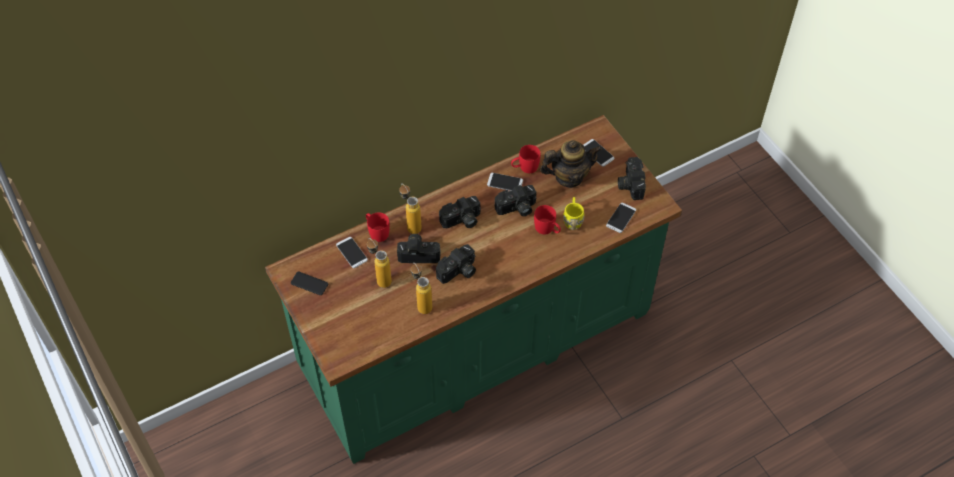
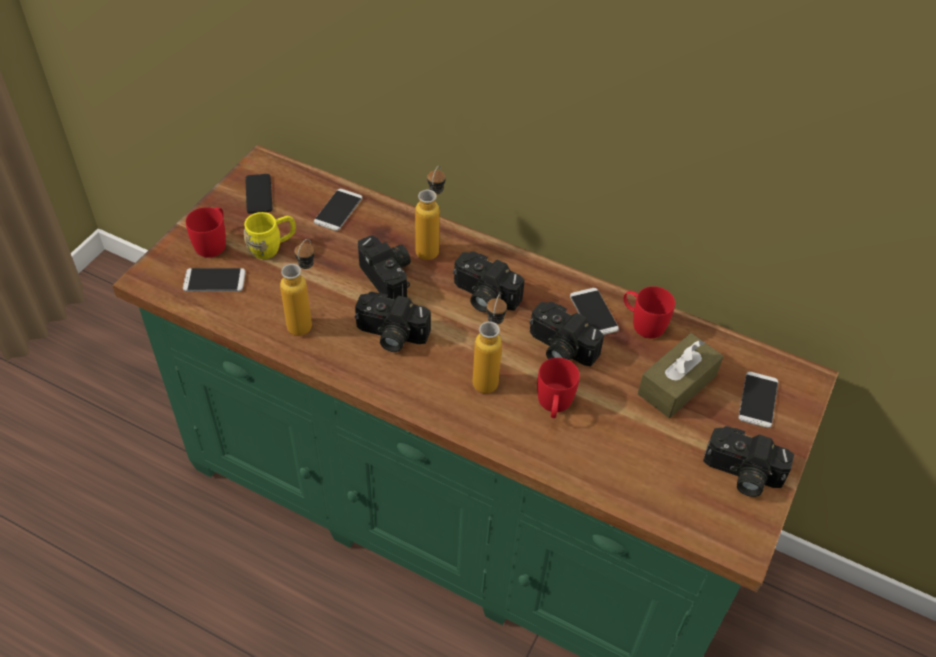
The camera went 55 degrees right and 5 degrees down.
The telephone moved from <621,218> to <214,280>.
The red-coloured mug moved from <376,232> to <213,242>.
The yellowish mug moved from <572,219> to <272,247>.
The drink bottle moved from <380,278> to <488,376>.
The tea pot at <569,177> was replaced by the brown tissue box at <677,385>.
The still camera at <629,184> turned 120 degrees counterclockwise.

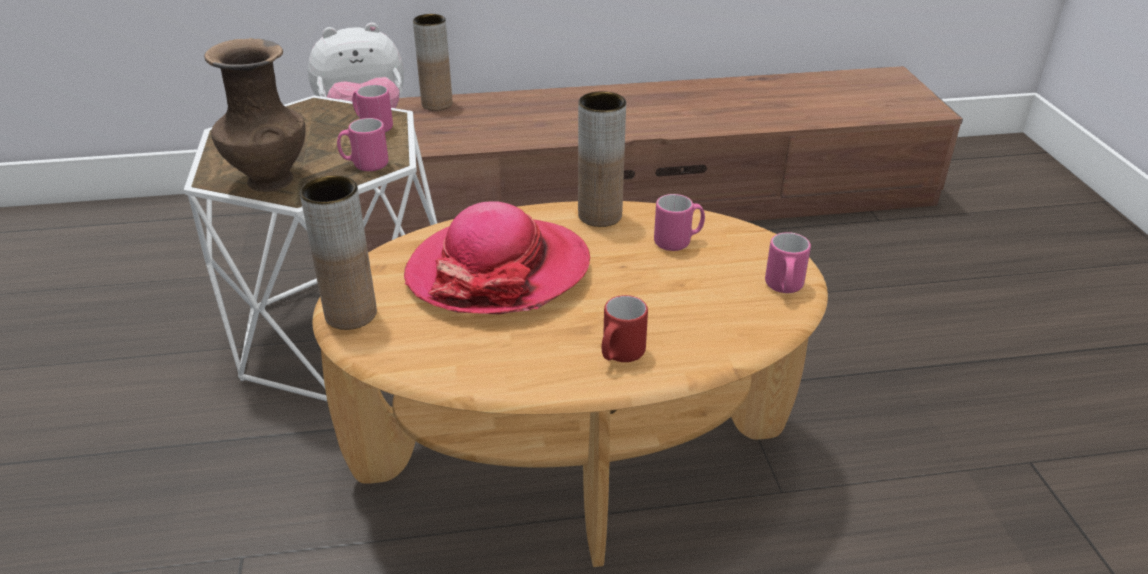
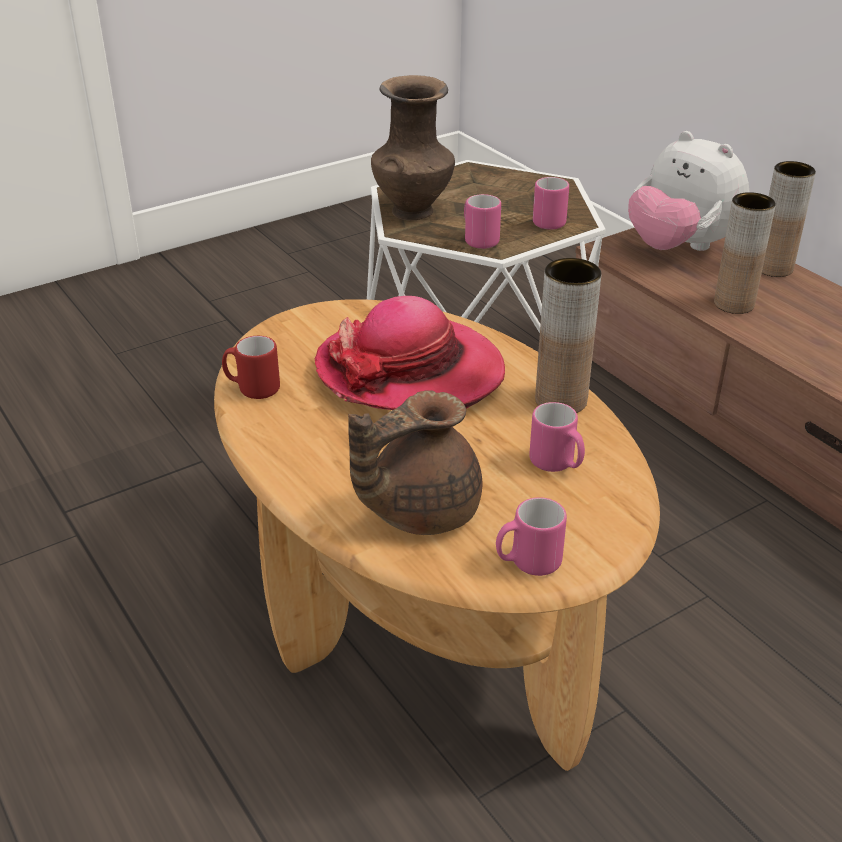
The camera went 65 degrees right and 0 degrees up.
The red-coloured mug moved from <619,355> to <252,389>.
The brown tea pot at <418,510> appeared.
The brown vase moved from <351,314> to <734,304>.

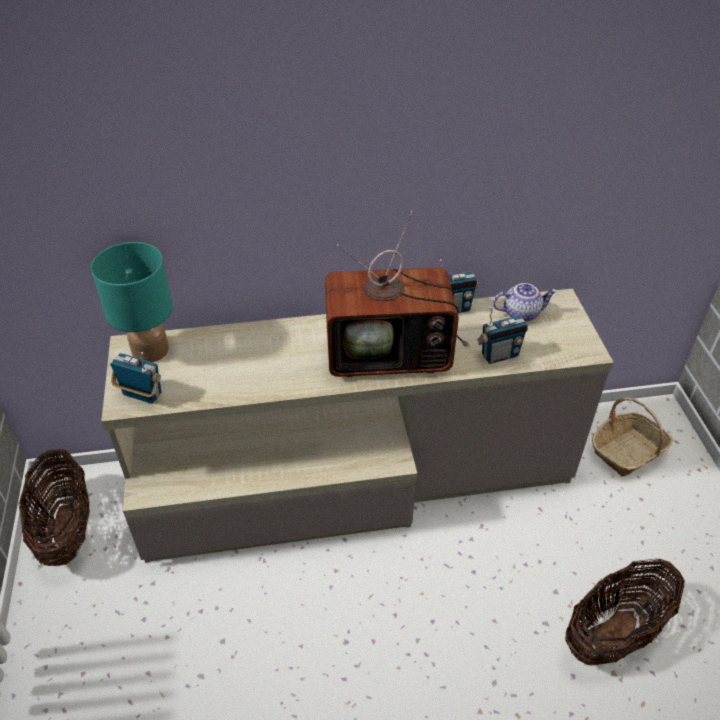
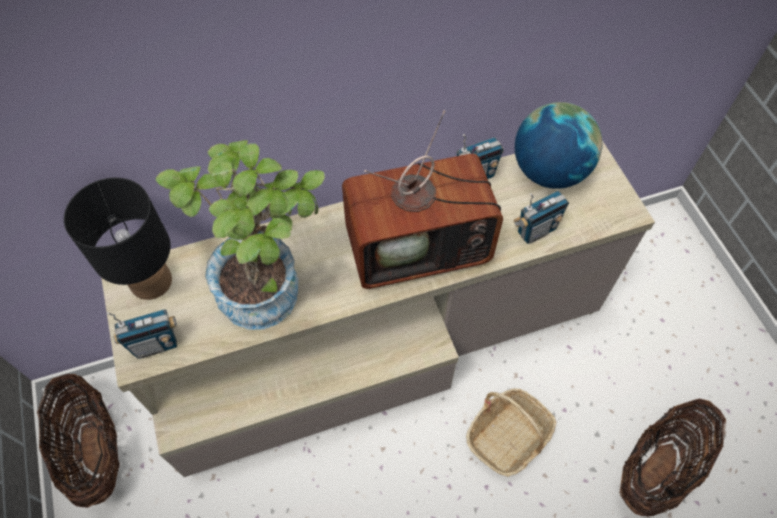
The camera went 10 degrees left and 15 degrees up.
The blue-green table lamp at <150,350> became the blackish table lamp at <151,282>.
The radio set at <142,395> turned 150 degrees clockwise.
The houseplant at <269,286> appeared.
The storage basket moved from <628,451> to <508,436>.
The tea pot at <521,313> was replaced by the world globe at <549,171>.

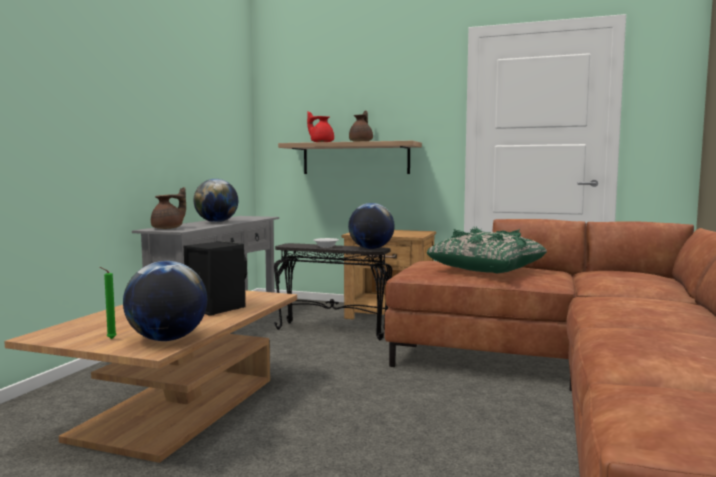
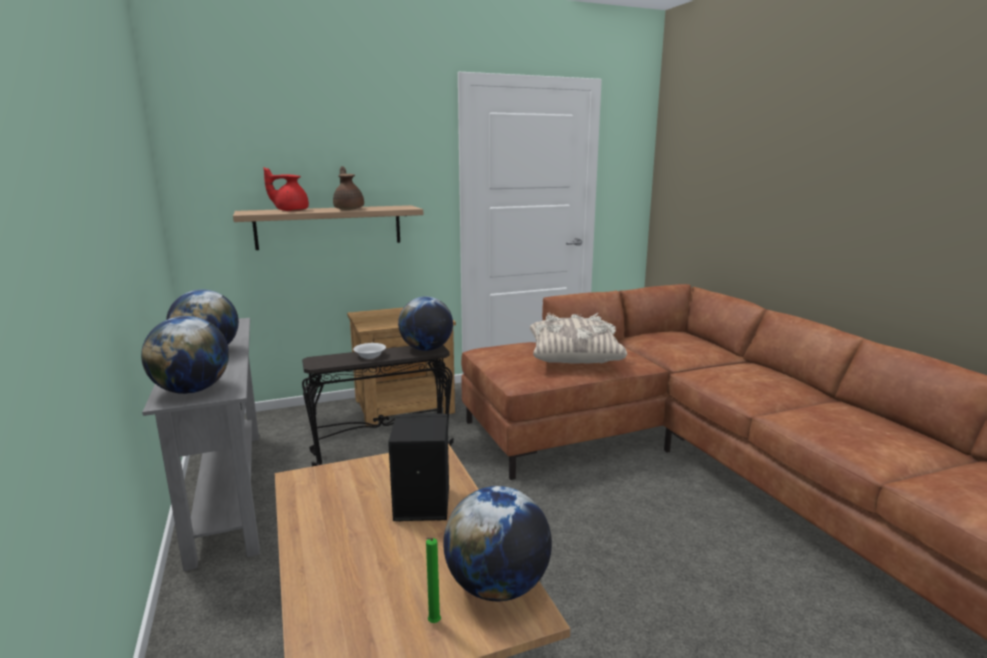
The camera went 40 degrees left and 10 degrees up.
The brown tea pot at <169,228> was replaced by the world globe at <192,390>.
The greenish throw pillow at <486,270> became the beige throw pillow at <574,358>.

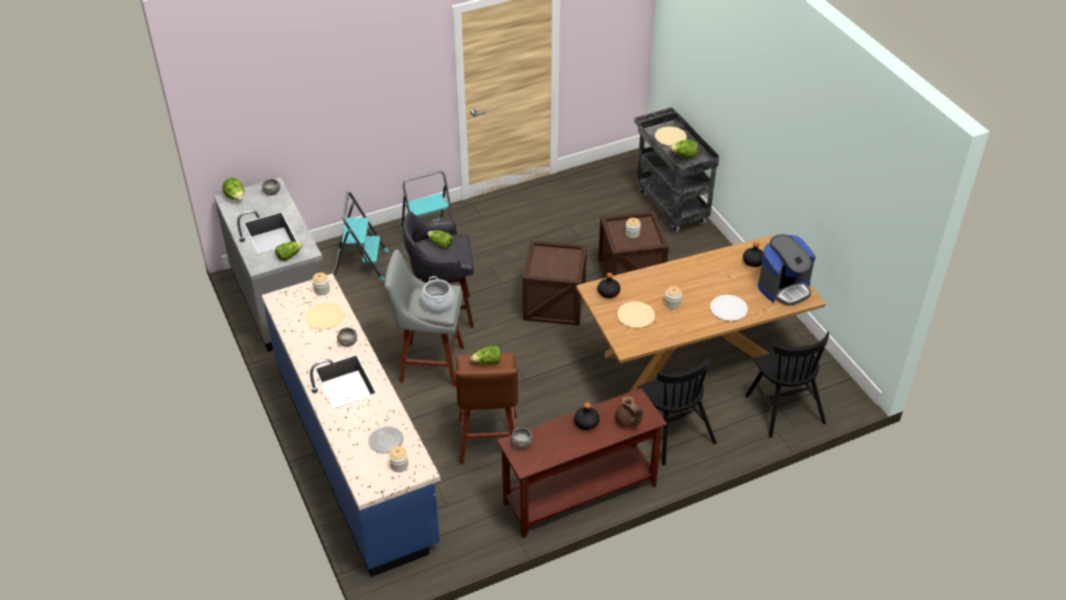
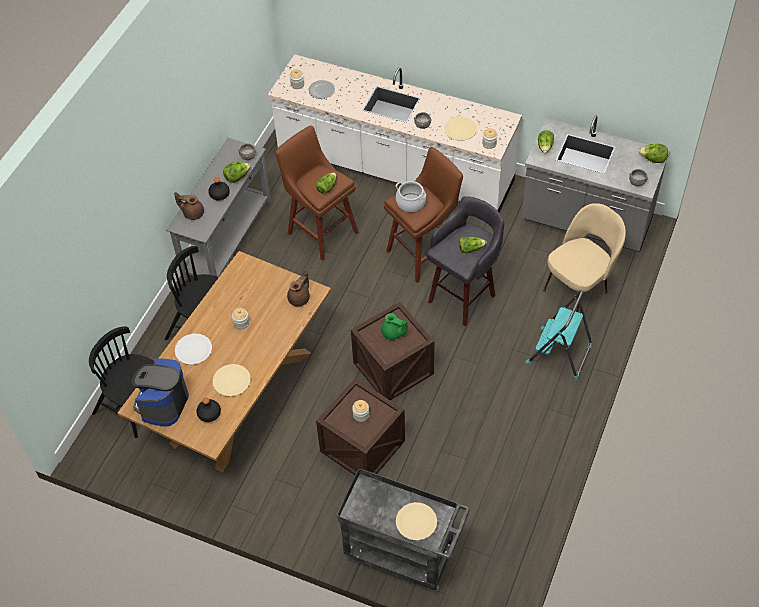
The camera went 140 degrees right and 10 degrees up.
The brown console table at <579,494> became the gray console table at <227,240>.
The beige flat dish moved from <635,316> to <231,381>.
The head of lettuce moved from <684,156> to <237,177>.
The blue kitchen base unit at <355,453> became the whitish kitchen base unit at <395,168>.
The blackish drink bottle at <608,292> was replaced by the brown tea pot at <300,298>.
The greenish tea pot at <393,333> appeared.
The gray stool at <430,363> became the brown stool at <423,253>.
The blue-green stepladder at <358,264> was replaced by the beige upright chair at <579,289>.

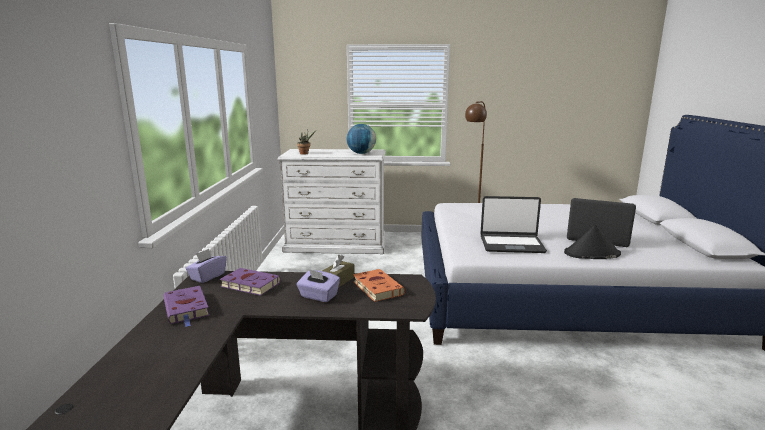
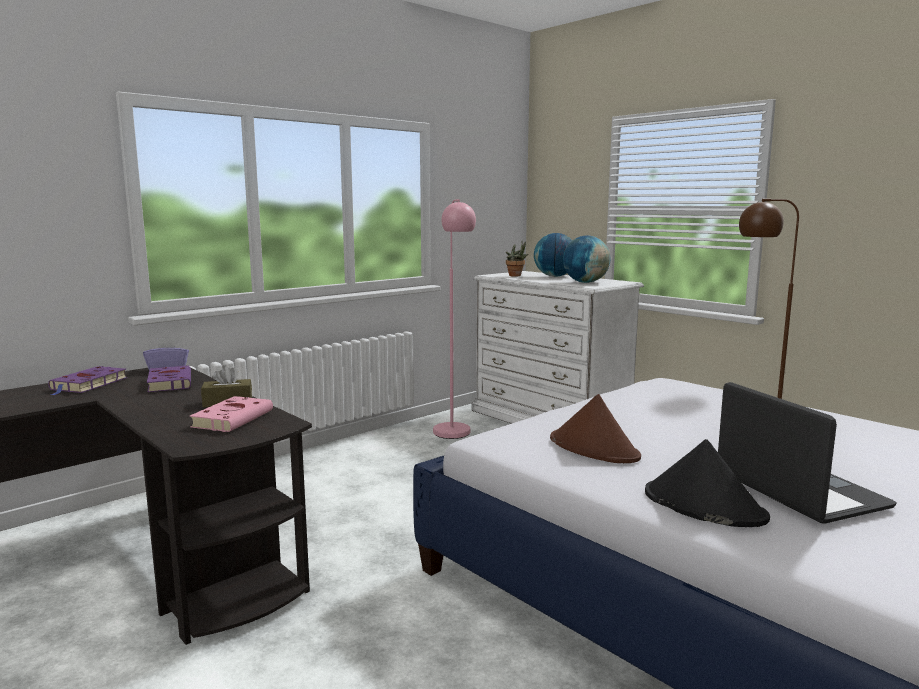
The camera went 45 degrees right and 5 degrees down.
The orangey bound book at <376,287> became the pink bound book at <234,418>.
The pink floor lamp at <454,436> appeared.
The world globe at <554,276> appeared.
The portable computer at <511,244> was replaced by the brown clothing hat at <594,448>.
The purple tissue box at <318,296> disappeared.

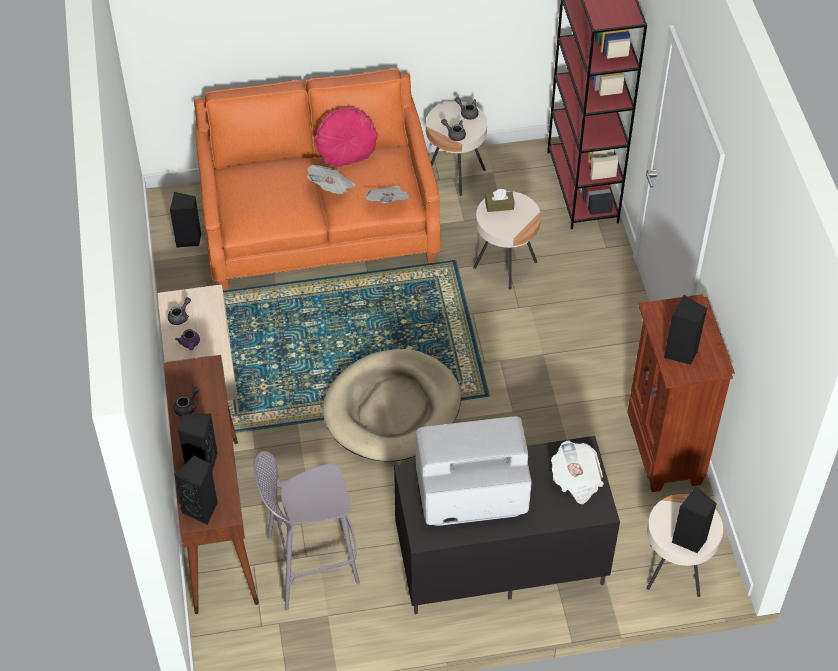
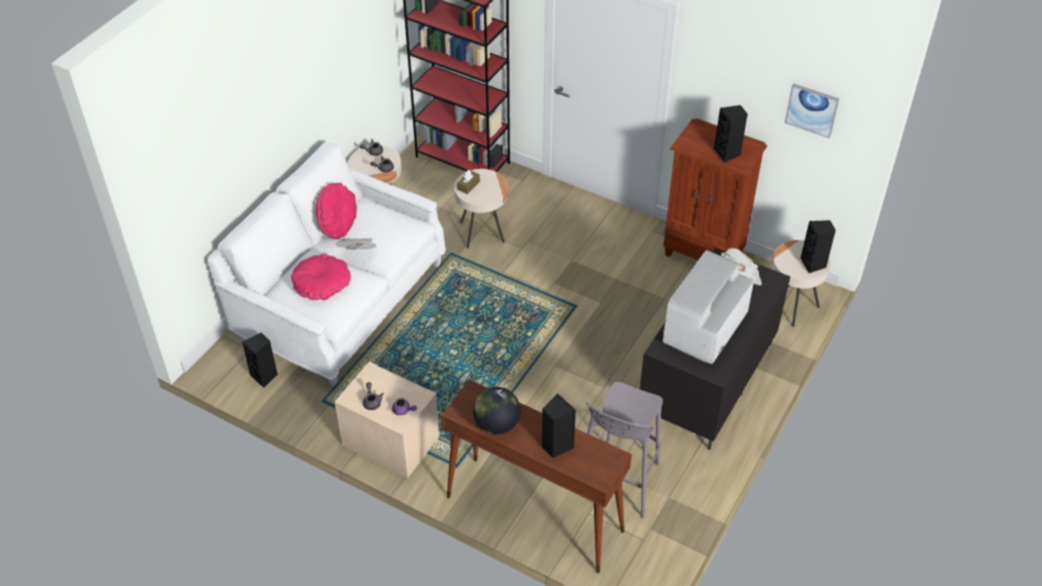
The camera went 50 degrees left and 5 degrees down.
The orangey settee at <318,224> became the whitish settee at <338,299>.
The pink throw pillow at <321,283> appeared.
The gray tea pot at <187,407> was replaced by the world globe at <497,424>.
The wall art at <812,110> appeared.
The blackish loudspeaker at <202,509> disappeared.
The beige dog bed at <392,409> disappeared.
The daily paper at <388,202> disappeared.

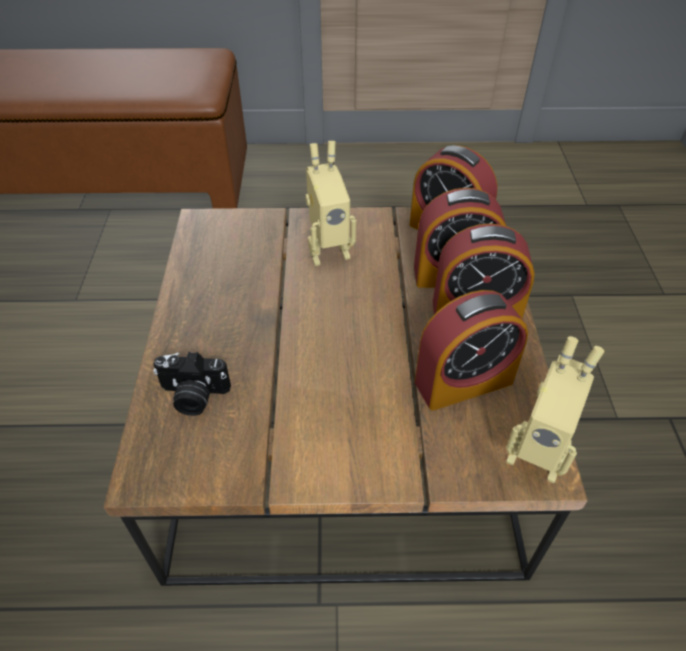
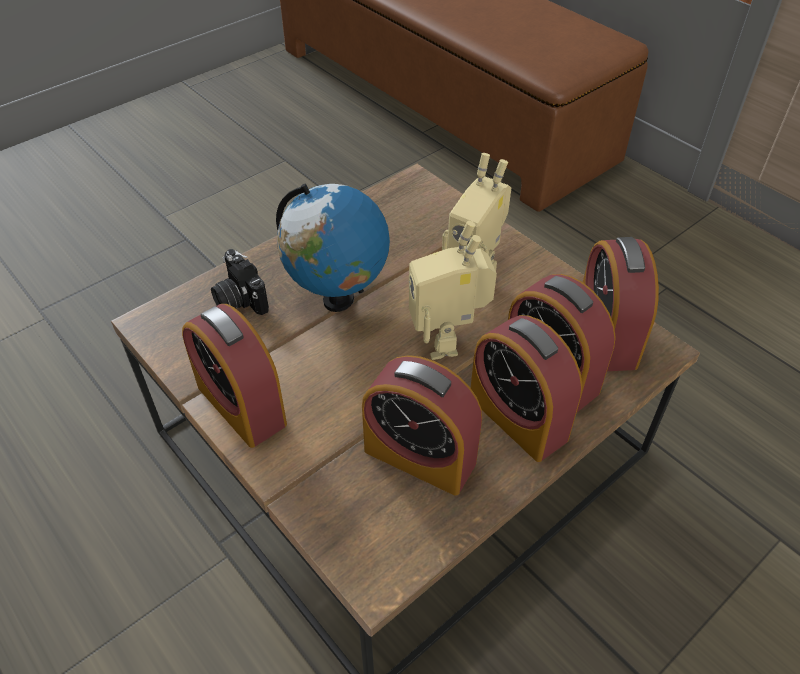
The camera went 50 degrees right and 0 degrees up.
The bedside clock at <241,405> appeared.
The world globe at <338,300> appeared.
The toy robot moved from <536,453> to <448,339>.

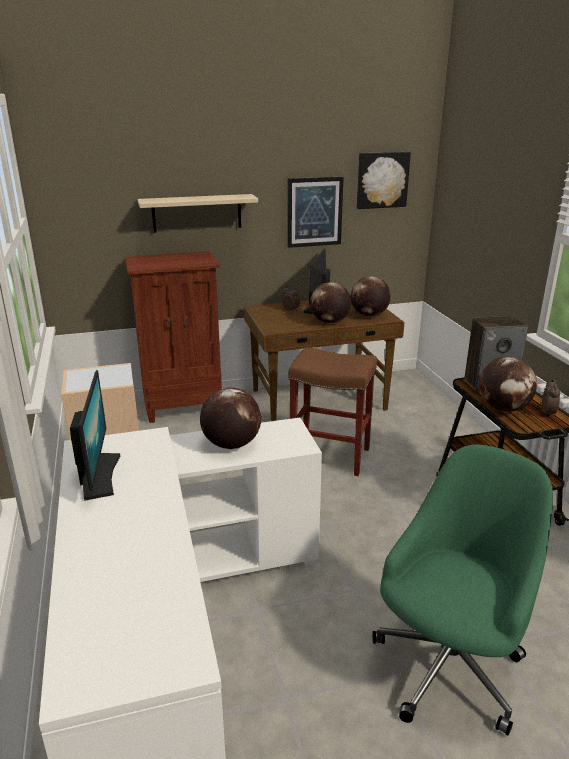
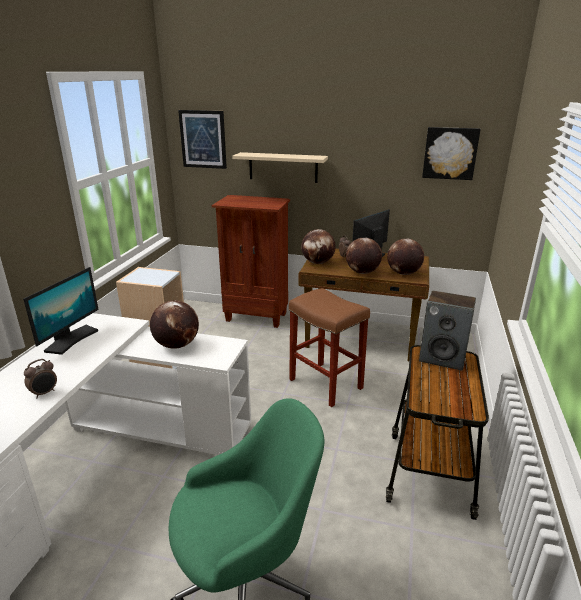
The camera went 30 degrees right and 0 degrees up.
The bedside clock moved from <548,413> to <44,393>.
The wall art moved from <314,212> to <203,139>.
The world globe moved from <503,408> to <318,263>.

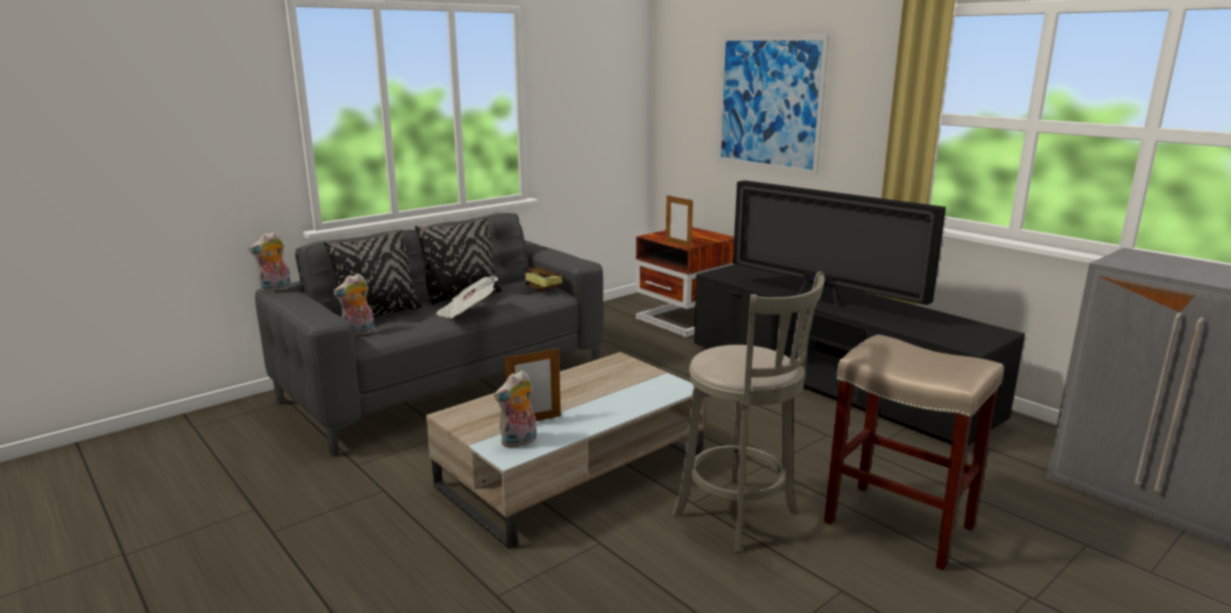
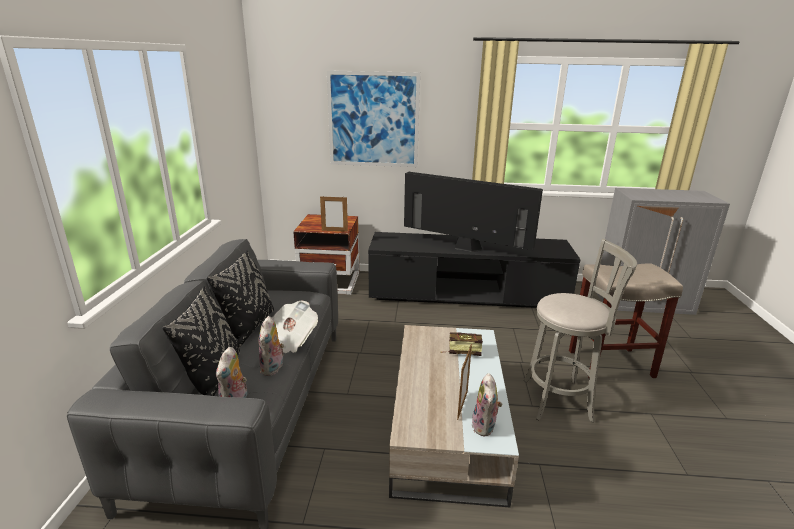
The camera went 45 degrees left and 5 degrees up.
The cuddly toy moved from <275,289> to <273,368>.
The TV set at <822,301> turned 150 degrees counterclockwise.
The bound book moved from <541,288> to <460,351>.

